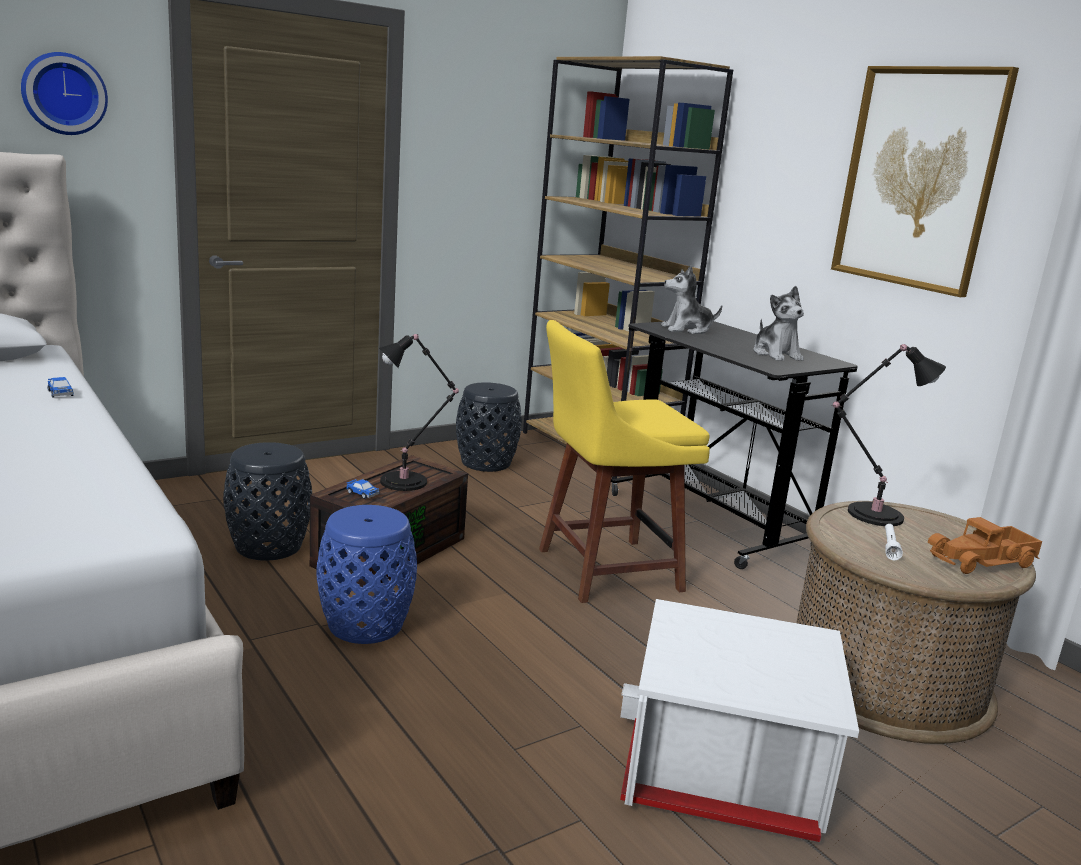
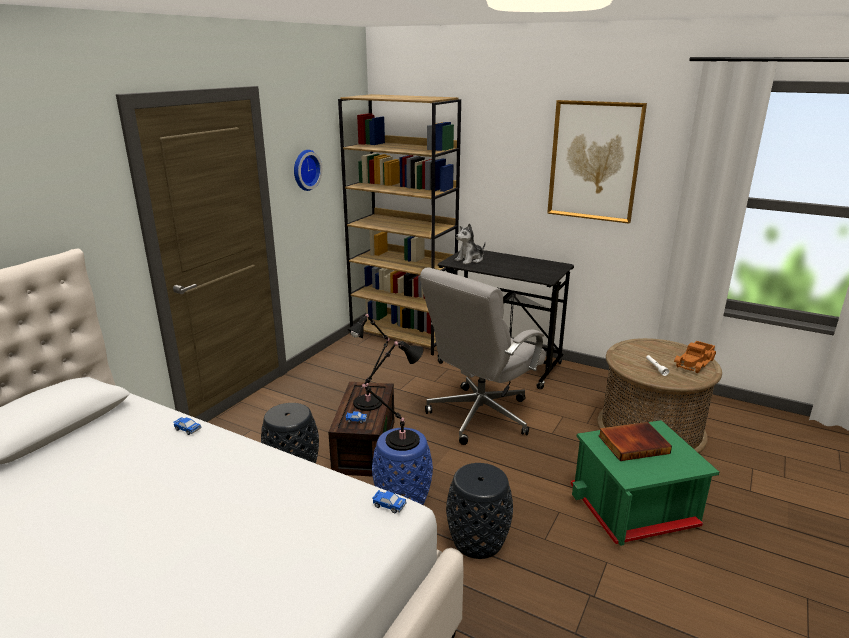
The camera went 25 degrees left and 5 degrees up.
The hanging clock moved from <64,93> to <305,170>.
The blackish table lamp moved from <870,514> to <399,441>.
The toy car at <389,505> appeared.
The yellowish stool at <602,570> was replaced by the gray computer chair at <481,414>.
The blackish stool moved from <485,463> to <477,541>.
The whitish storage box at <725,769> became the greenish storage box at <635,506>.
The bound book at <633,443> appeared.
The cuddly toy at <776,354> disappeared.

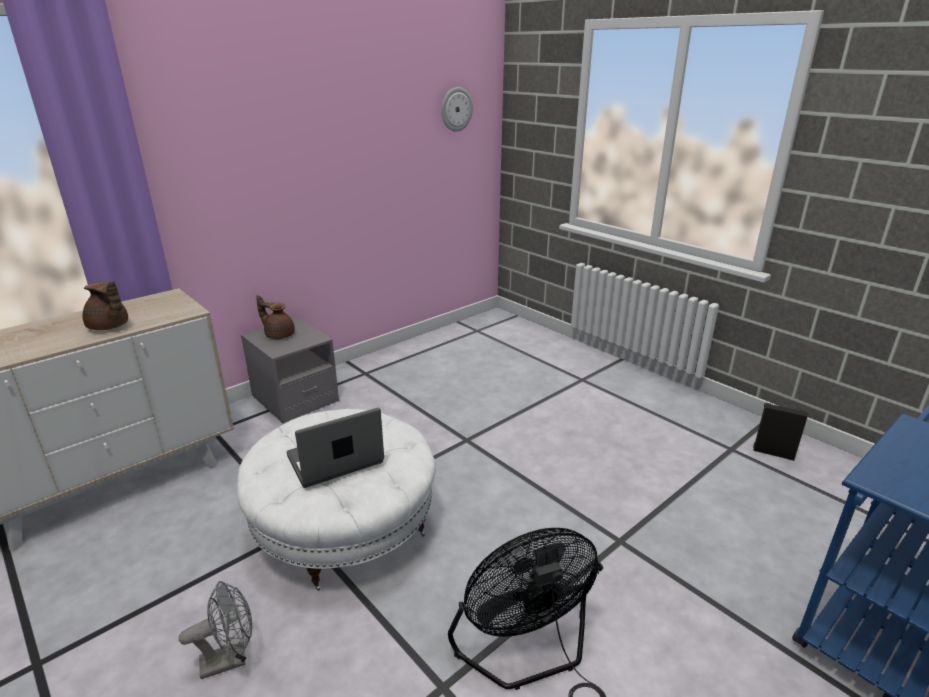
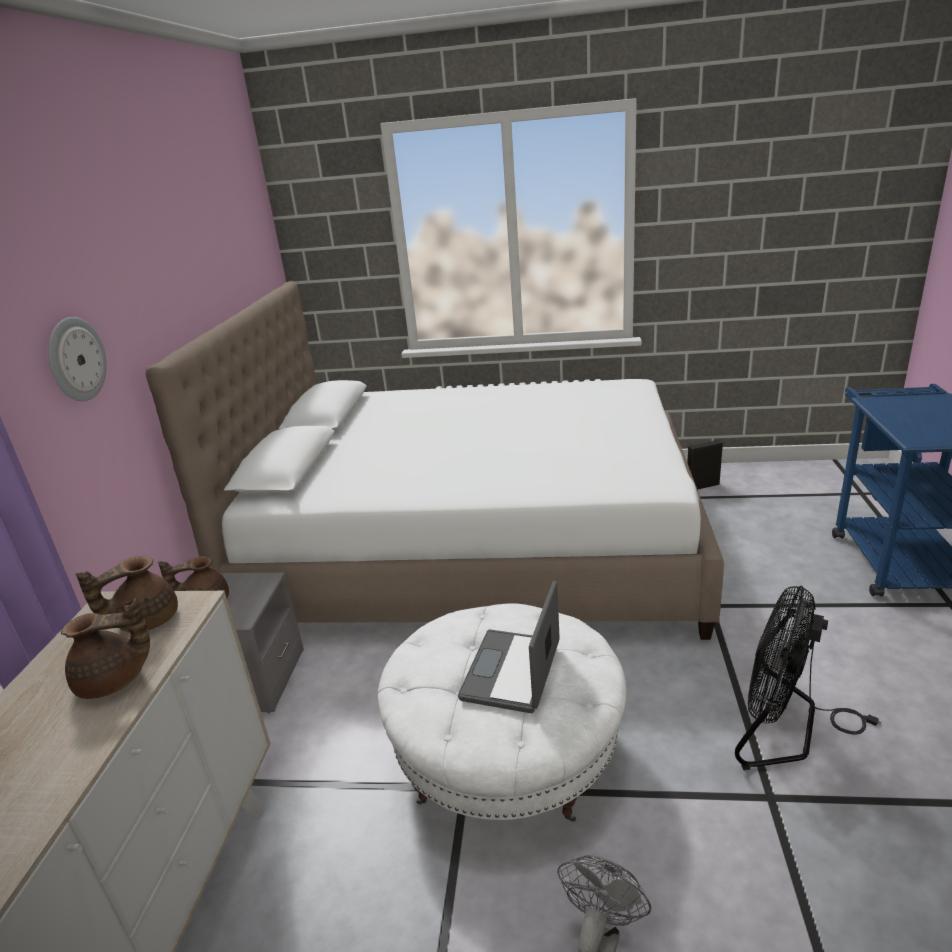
The camera went 40 degrees left and 0 degrees up.
The hanging clock moved from <456,109> to <75,359>.
The brown tea pot at <145,621> appeared.
The whitish bedroom bed at <475,546> appeared.

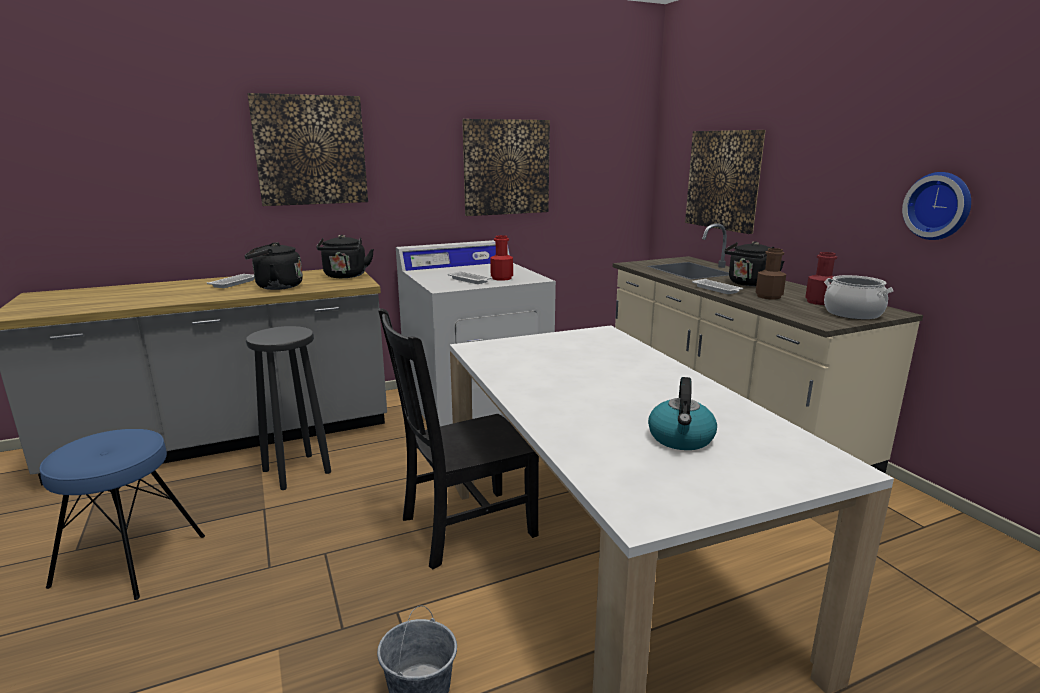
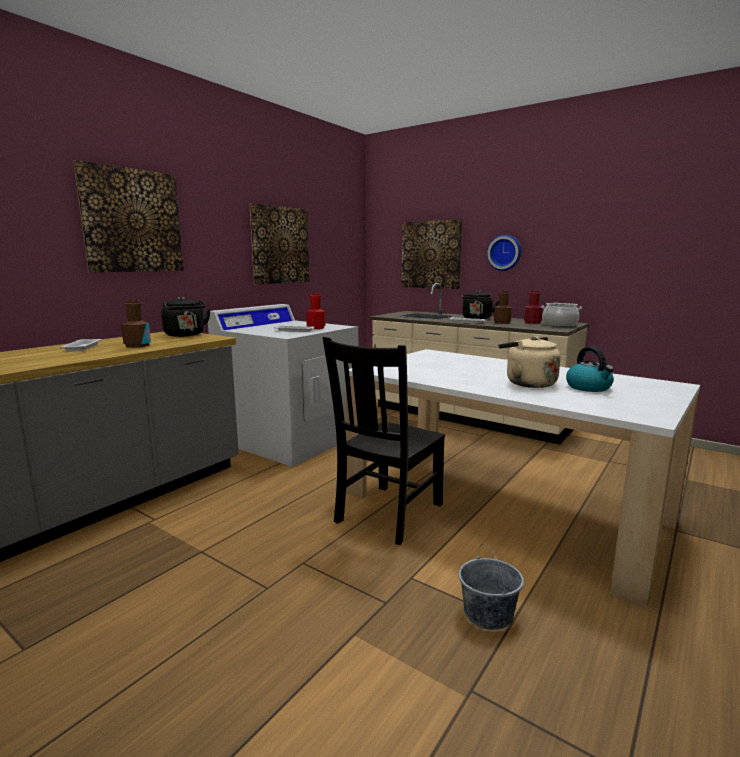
The camera went 30 degrees left and 5 degrees down.
The blackish kettle at <276,287> was replaced by the brown drink bottle at <137,345>.
The hanging clock moved from <939,206> to <504,252>.
The beige kettle at <527,383> appeared.
The blue stool at <130,560> disappeared.
The blackish stool at <298,471> disappeared.

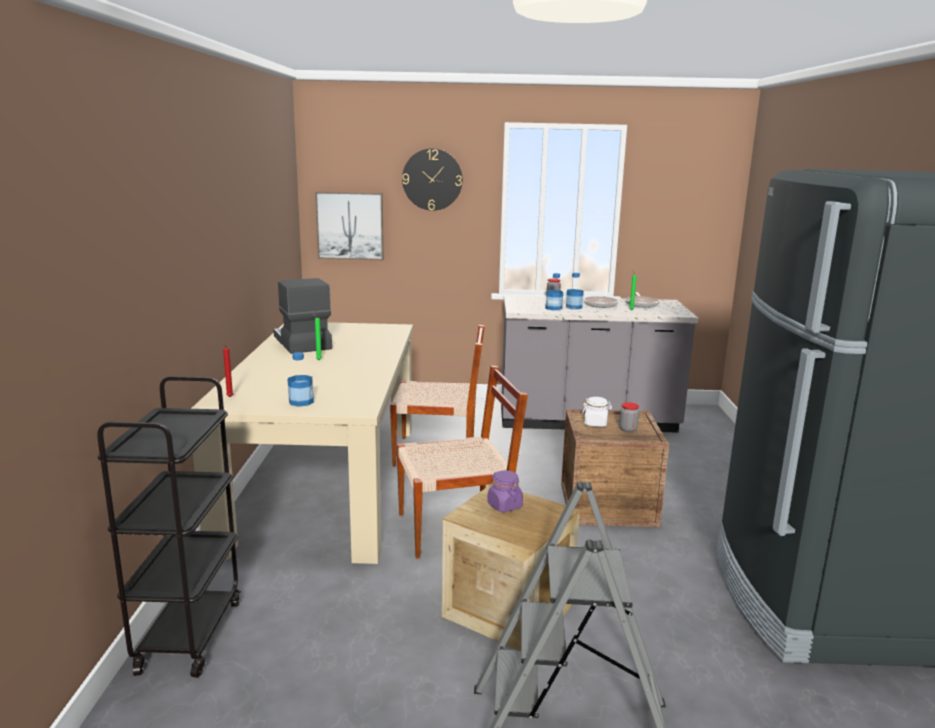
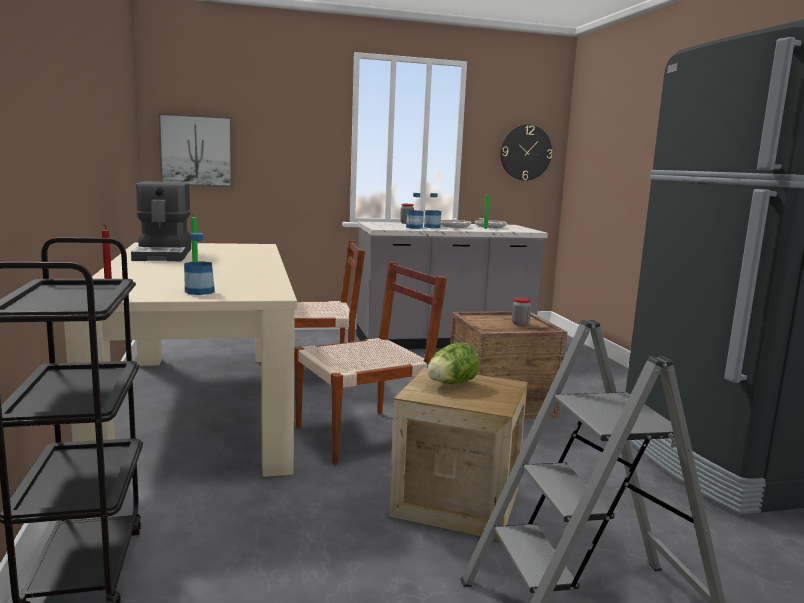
The camera went 15 degrees left and 5 degrees down.
The coffee machine at <301,343> turned 150 degrees counterclockwise.
The purple preserve jar at <504,506> was replaced by the head of lettuce at <451,384>.
The hanging clock moved from <432,179> to <525,152>.
The whitish preserve jar at <595,423> disappeared.

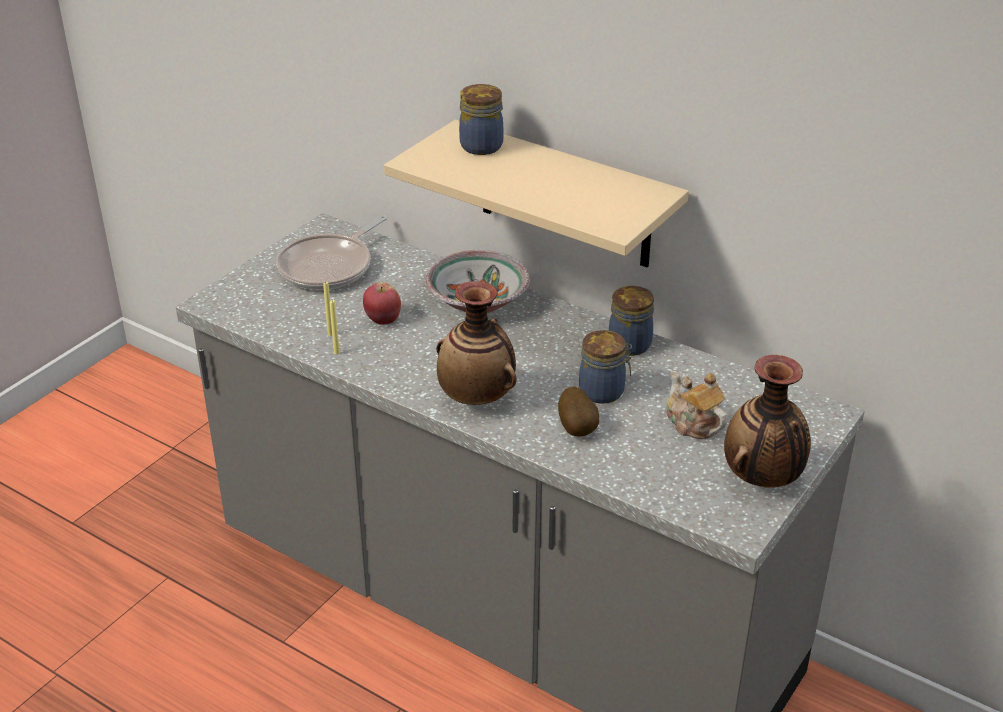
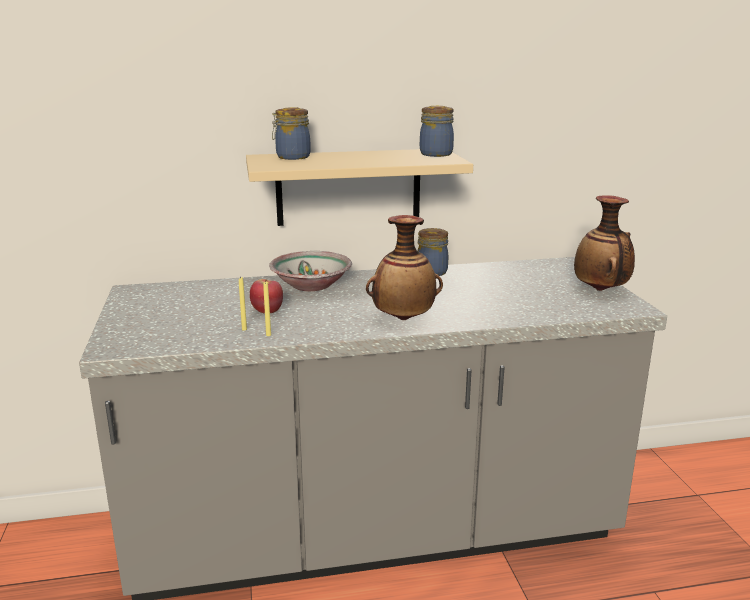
The camera went 45 degrees left and 15 degrees down.
The preserve jar moved from <604,391> to <437,154>.
The pan at <329,267> disappeared.
The spud at <578,429> disappeared.
The tea pot at <692,423> disappeared.

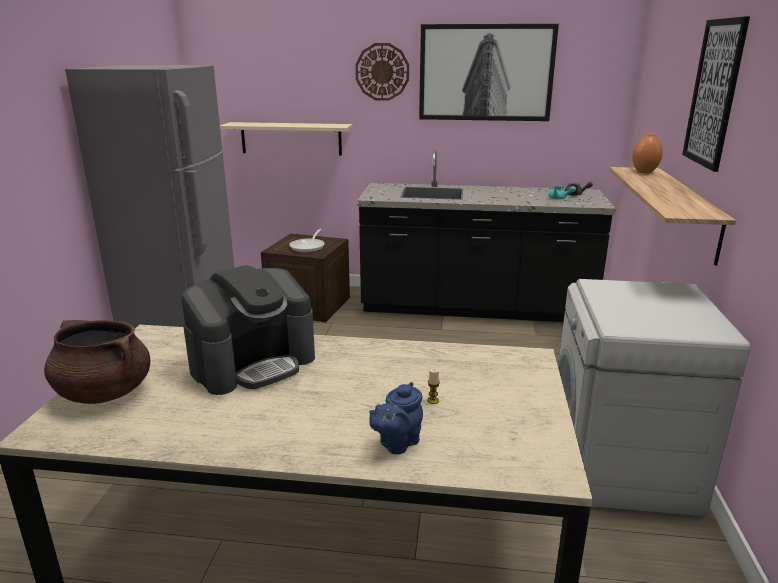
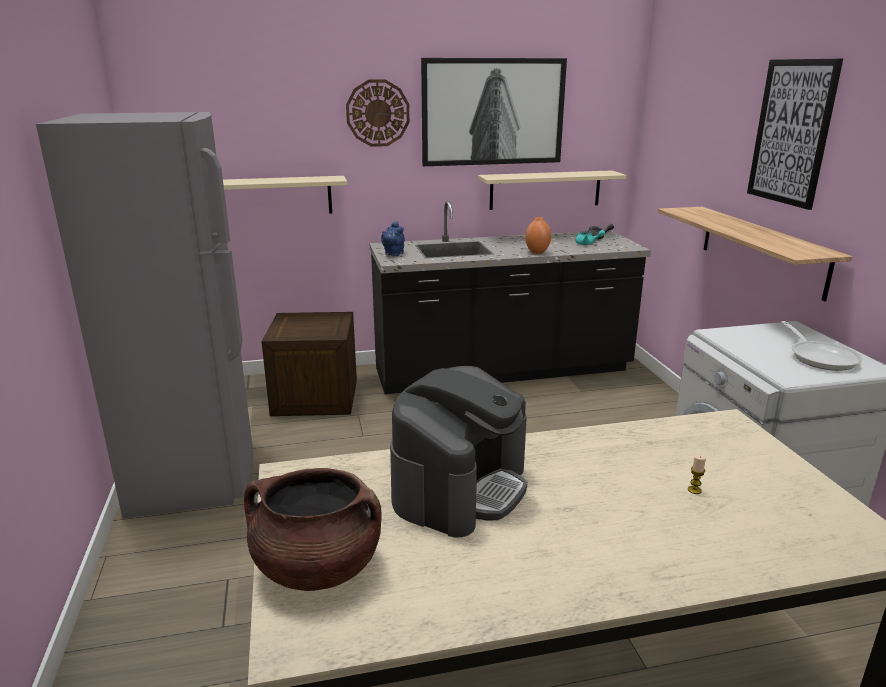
The camera went 20 degrees left and 0 degrees up.
The blue tea pot moved from <397,443> to <393,254>.
The beige shelf at <545,190> appeared.
The orangey vase moved from <644,172> to <537,252>.
The pan moved from <308,246> to <820,357>.

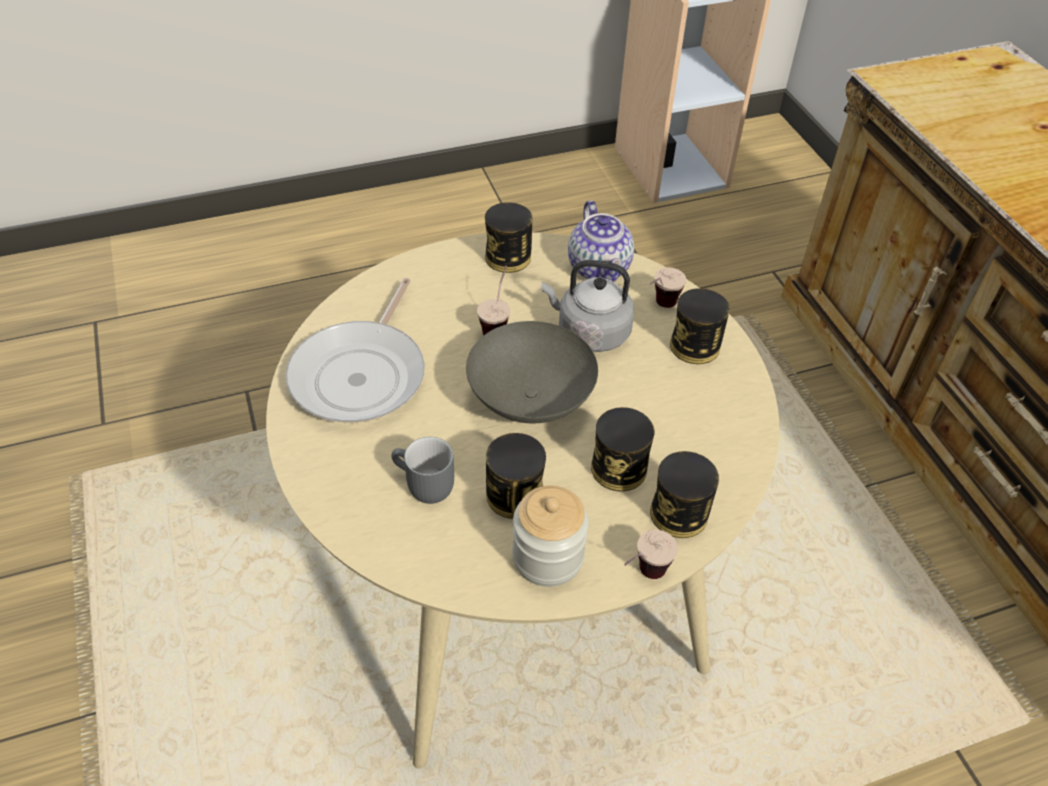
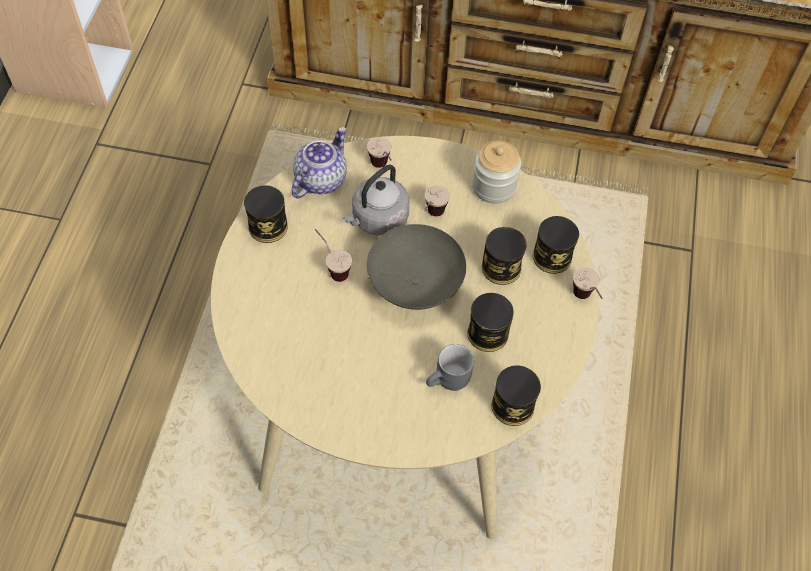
The camera went 60 degrees left and 10 degrees up.
The tea pot at <600,268> turned 75 degrees counterclockwise.
The cup at <432,217> appeared.
The preserve jar moved from <548,557> to <494,186>.
The sealed can moved from <694,346> to <512,406>.
The pan at <362,374> disappeared.

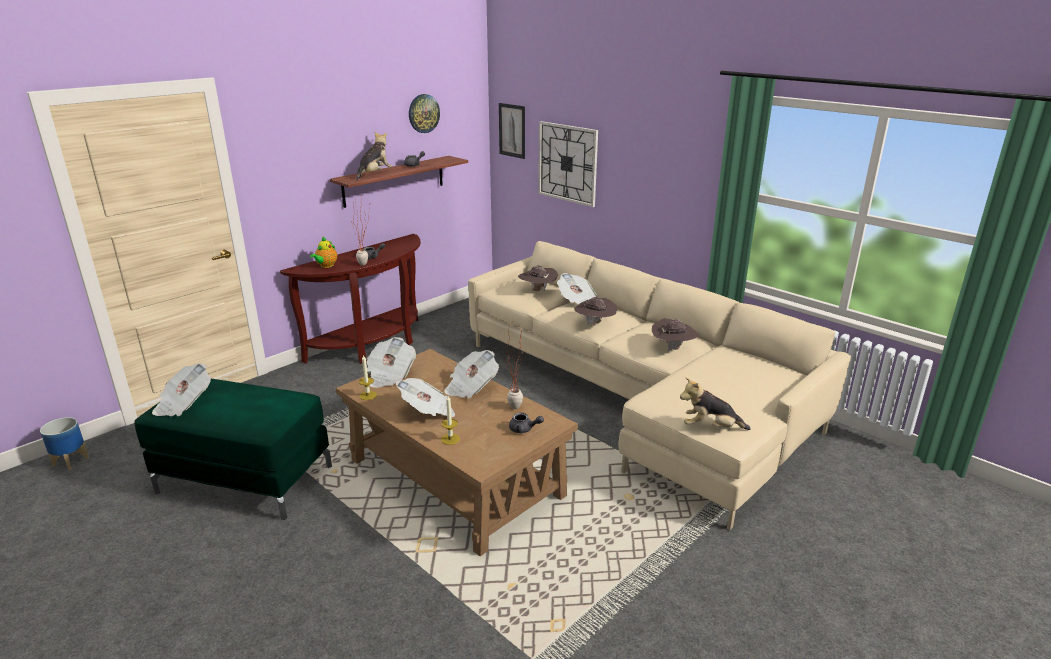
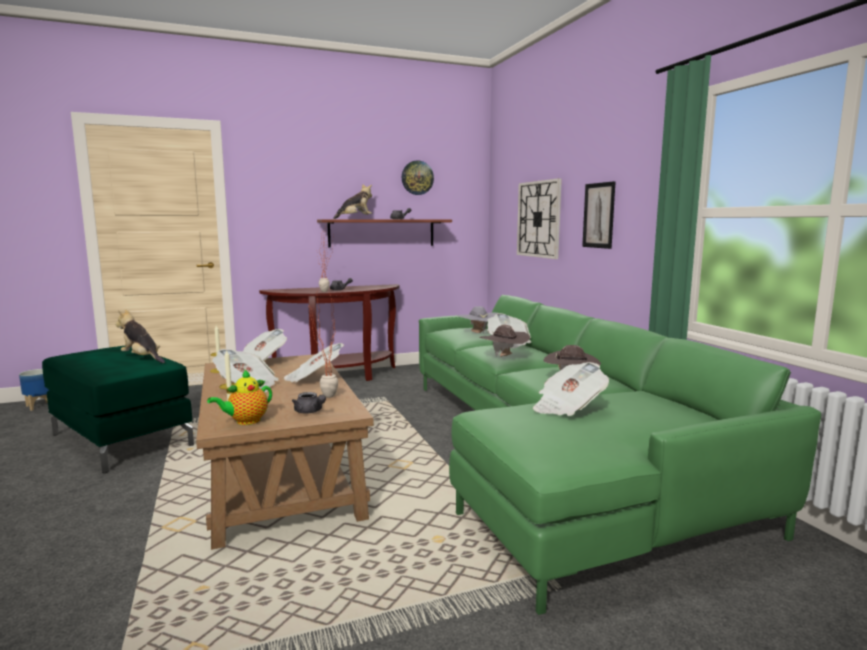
The camera went 25 degrees right and 15 degrees down.
The cuddly toy moved from <710,427> to <142,359>.
The tea pot moved from <326,266> to <245,421>.
The beige settee at <638,397> became the greenish settee at <549,452>.
The brown clothing hat at <537,291> became the gray clothing hat at <478,333>.
The daily paper moved from <184,404> to <567,408>.
The wall art moved from <512,130> to <598,215>.

